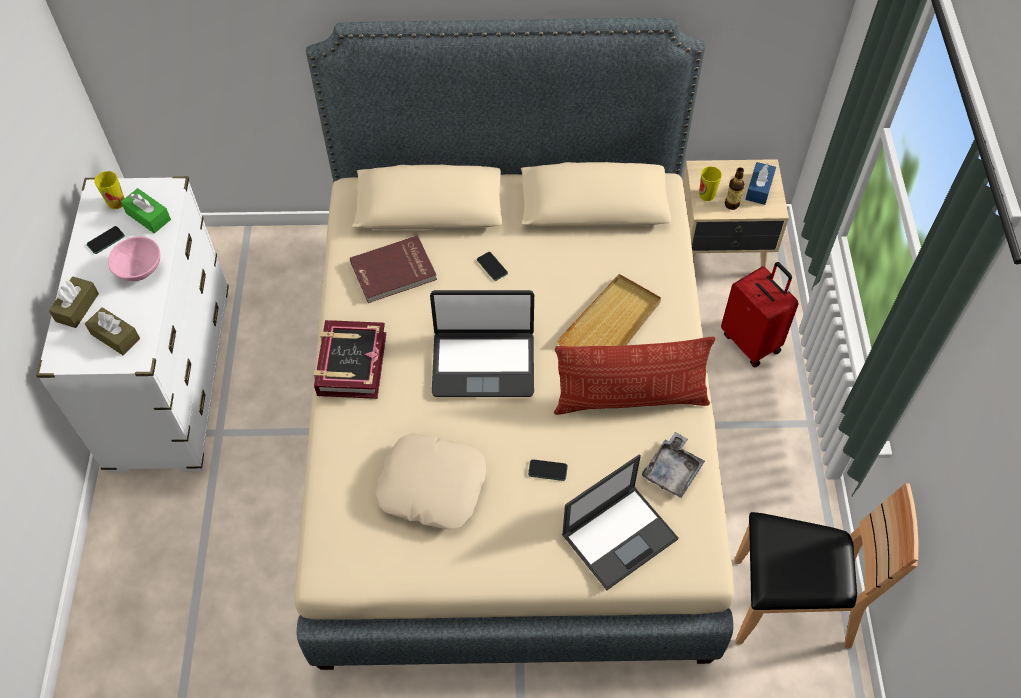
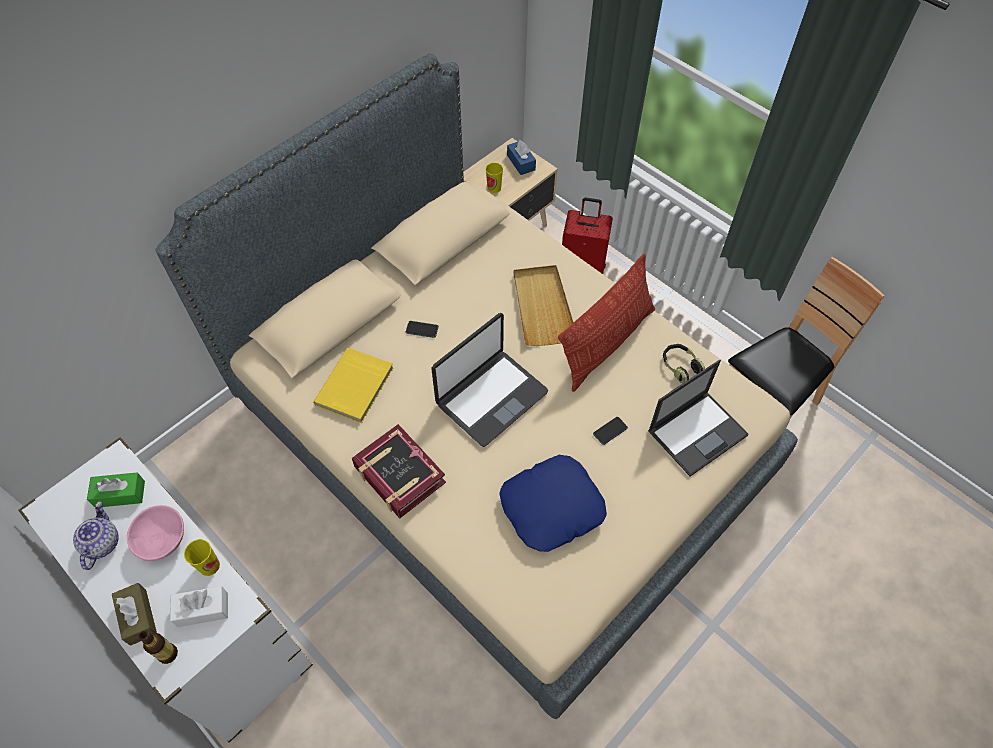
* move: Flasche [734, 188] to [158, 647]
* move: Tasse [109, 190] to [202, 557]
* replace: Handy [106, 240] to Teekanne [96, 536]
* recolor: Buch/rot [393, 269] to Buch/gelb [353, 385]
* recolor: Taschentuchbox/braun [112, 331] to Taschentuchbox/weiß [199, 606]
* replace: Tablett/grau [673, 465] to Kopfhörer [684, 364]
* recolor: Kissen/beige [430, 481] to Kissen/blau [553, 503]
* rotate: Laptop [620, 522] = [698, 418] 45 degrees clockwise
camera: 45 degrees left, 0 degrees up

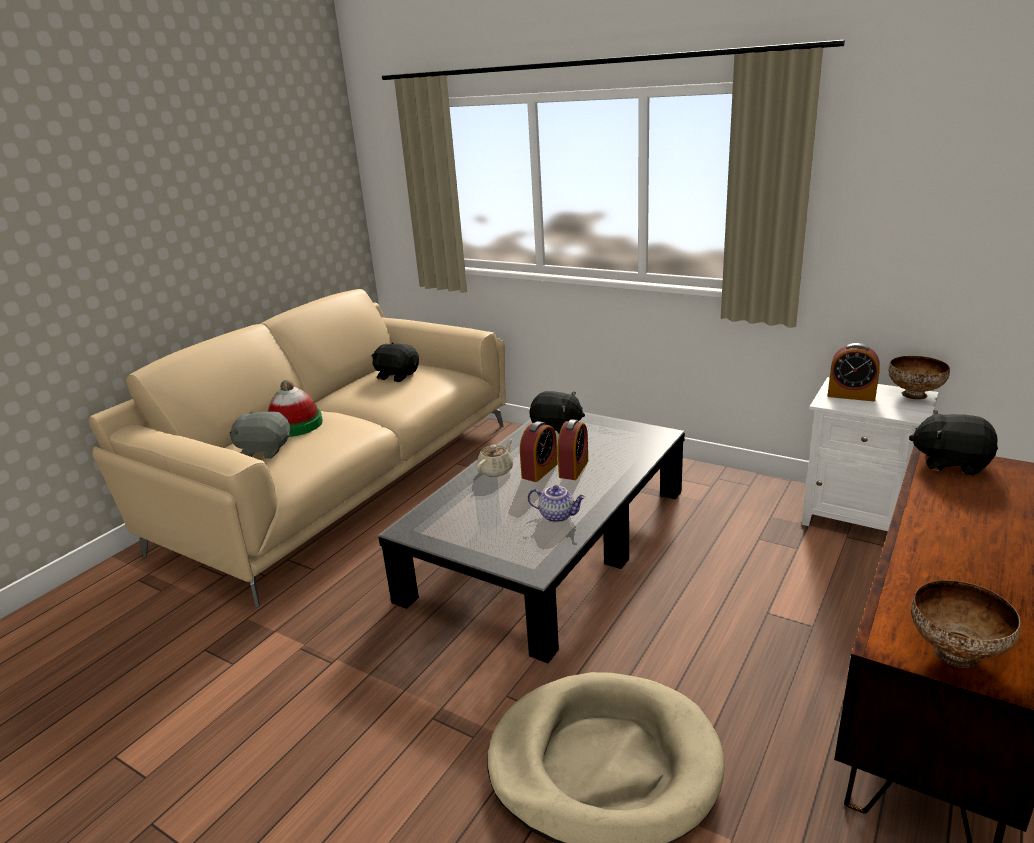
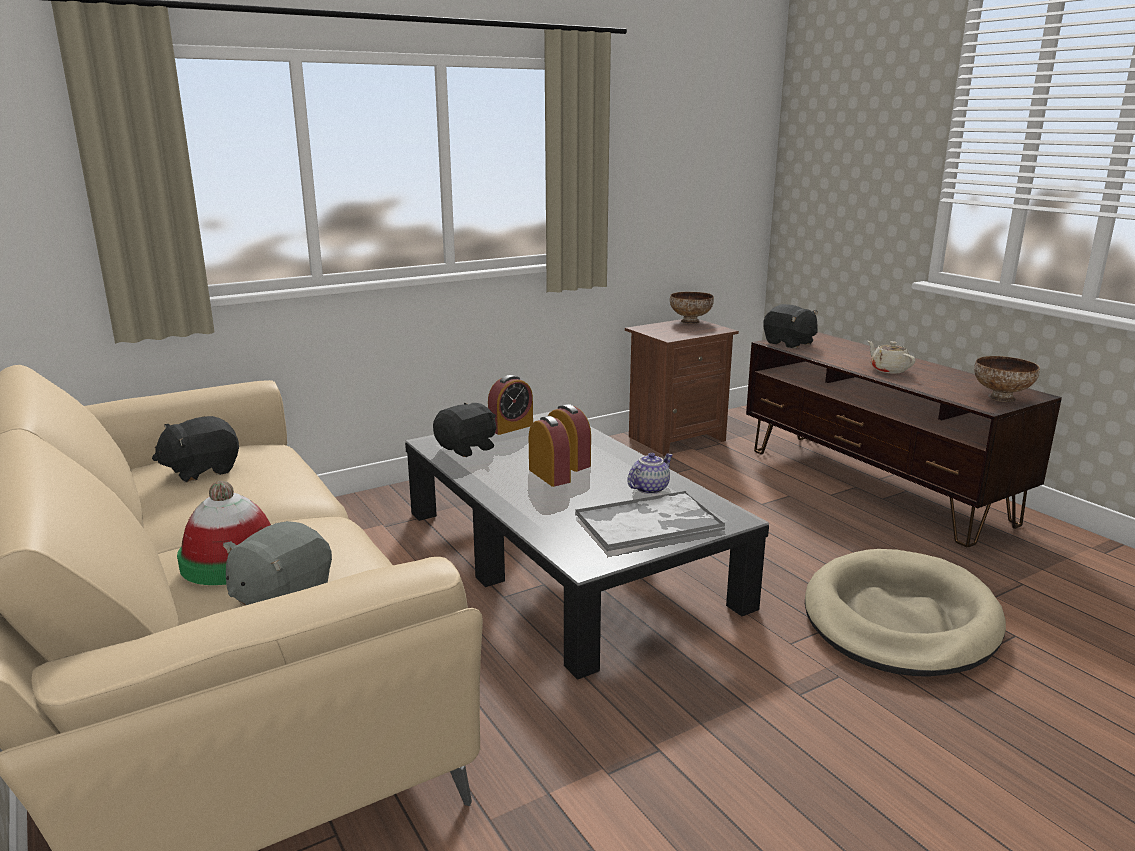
* move: Wecker [853, 372] to [510, 405]
* recolor: Nachttisch/weiß [870, 454] to Nachttisch/braun [682, 387]
* rotate: Plüschtier/schwarz [953, 442] = [790, 326] 90 degrees counterclockwise
* move: Teekanne/beige [495, 458] to [891, 357]
* insert: Tablett [650, 521]
camera: 65 degrees left, 5 degrees down

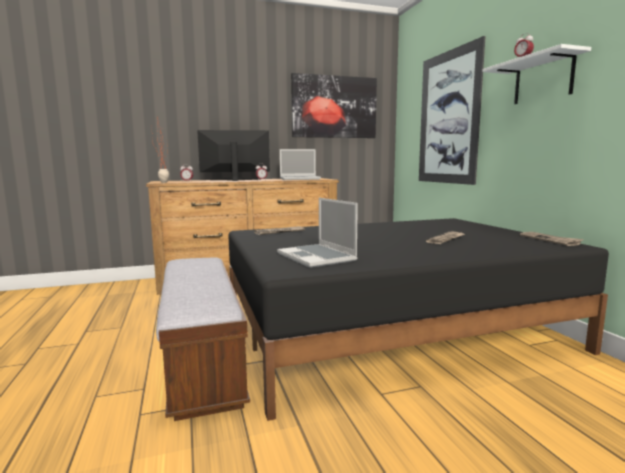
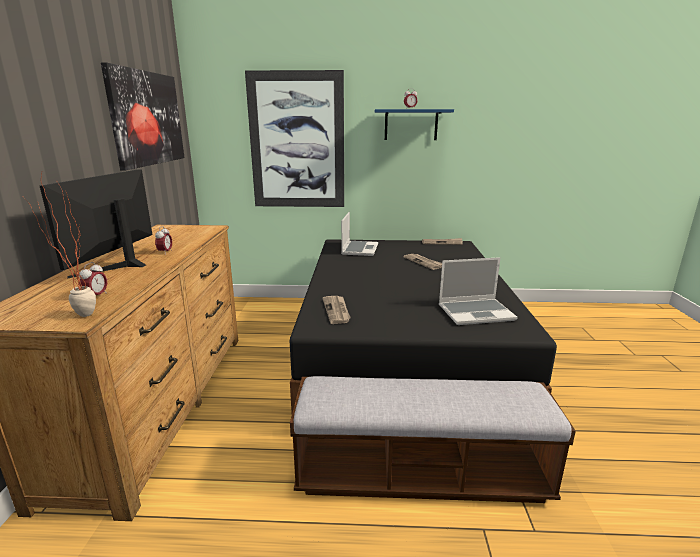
* recolor: Wandregal/weiß [537, 74] to Wandregal/blau [414, 124]
* move: Laptop [300, 164] to [359, 234]
camera: 70 degrees left, 10 degrees up

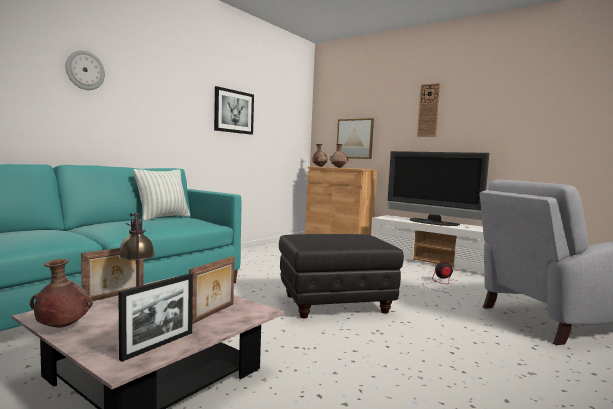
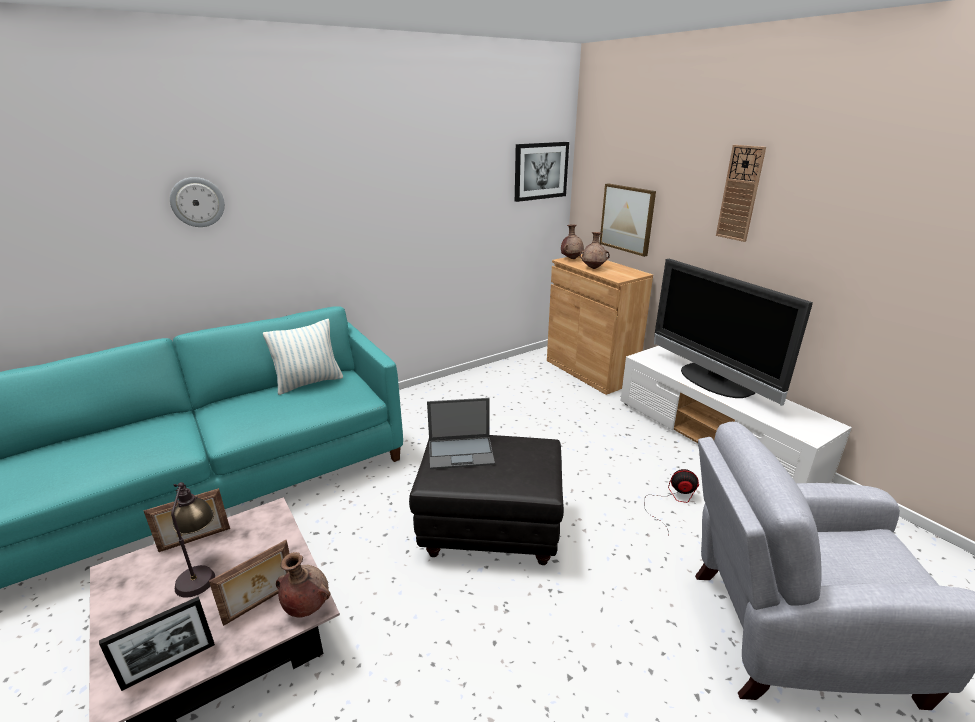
* move: Bild [234, 110] to [542, 172]
* move: Vase/braun [61, 293] to [303, 585]
* insert: Laptop [461, 433]
camera: 20 degrees right, 20 degrees up

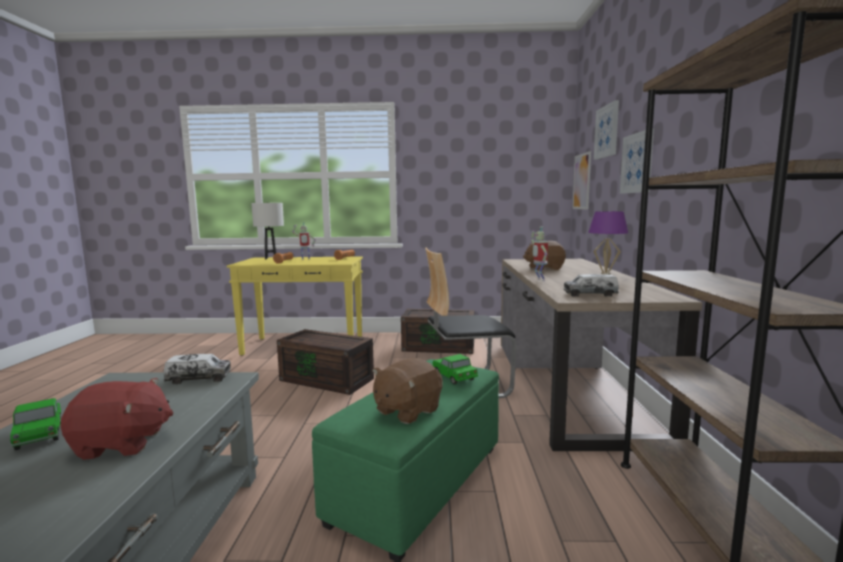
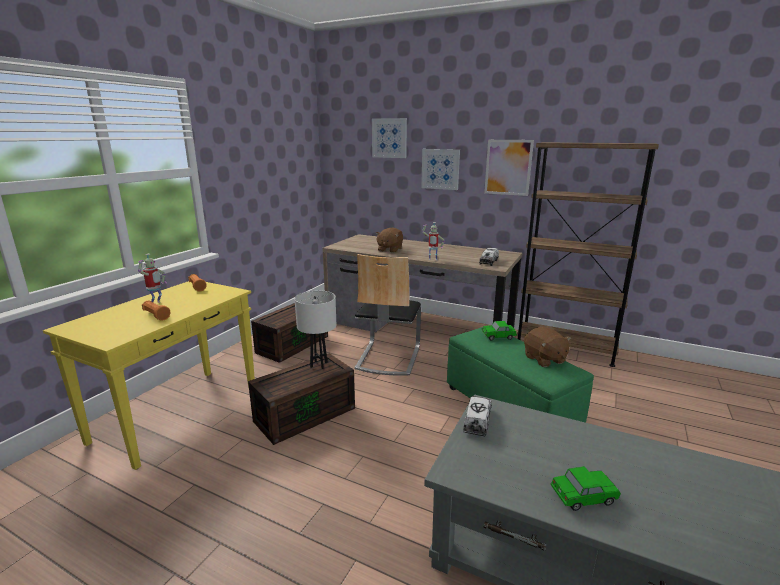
* move: Bild [581, 180] to [509, 168]
* move: Tischlampe/weiß [267, 231] to [315, 329]
* delete: Tischlampe/lila [608, 243]
* delete: Plüschtier/rot [117, 419]
camera: 65 degrees left, 10 degrees up

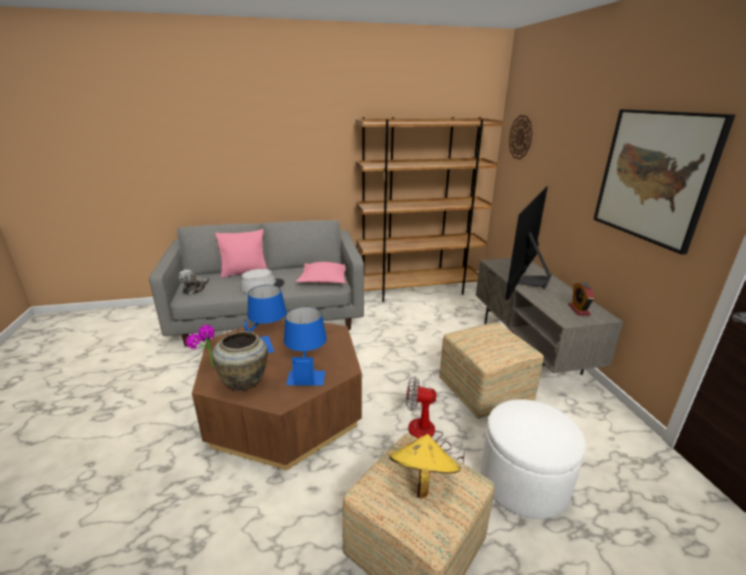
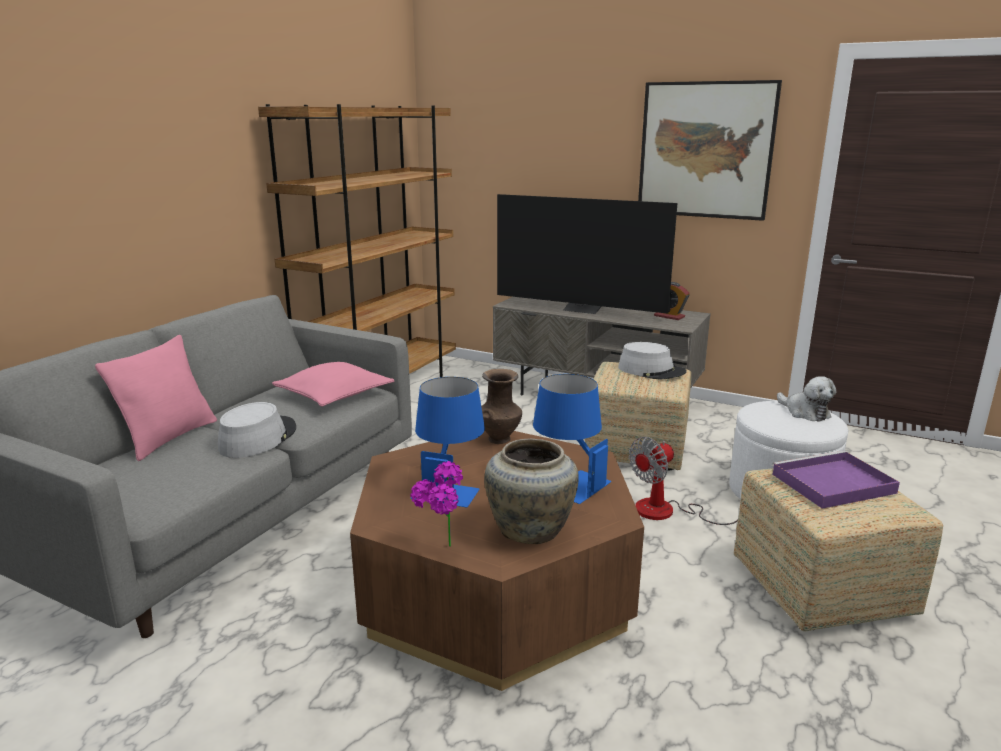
* delete: Wanduhr [521, 137]
* rotate: Fernseher [529, 243] = [587, 254] 45 degrees counterclockwise
* move: Plüschtier [194, 282] to [806, 399]
* replace: Hut/gelb [425, 466] to Tablett/lila [836, 480]
* insert: Hut/grau [652, 361]
* insert: Vase/braun [501, 406]
camera: 50 degrees left, 5 degrees down

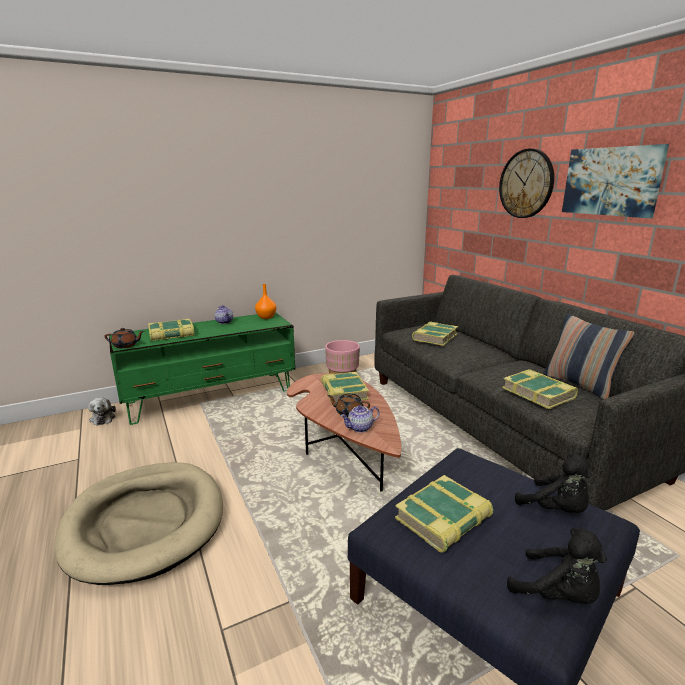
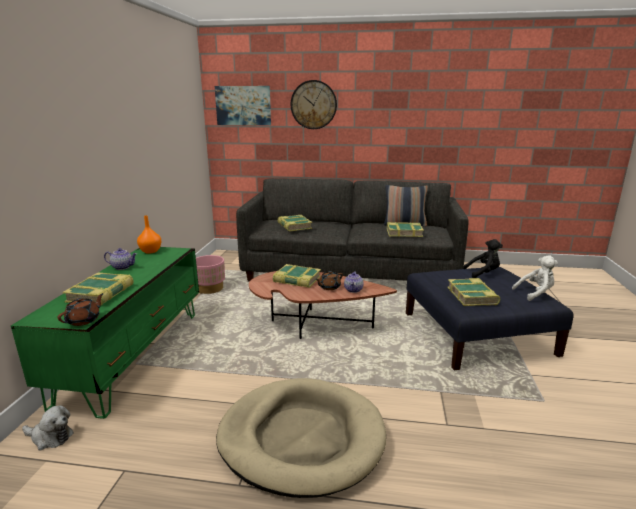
* move: Bild [615, 181] to [243, 105]
* recolor: Plüschtier/schwarz [557, 565] to Plüschtier/weiß [535, 278]
camera: 55 degrees left, 0 degrees up

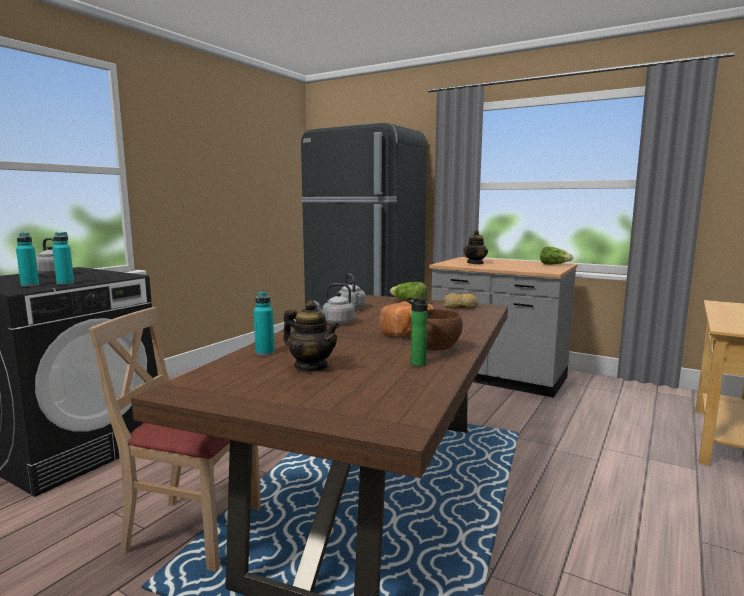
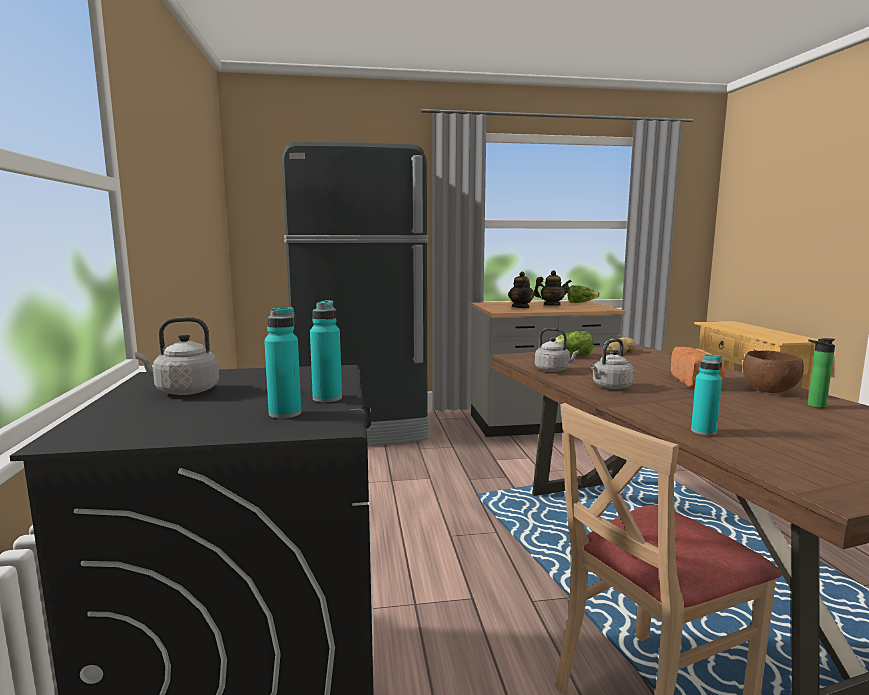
* move: Teekanne [311, 335] to [553, 288]
camera: 40 degrees left, 0 degrees up

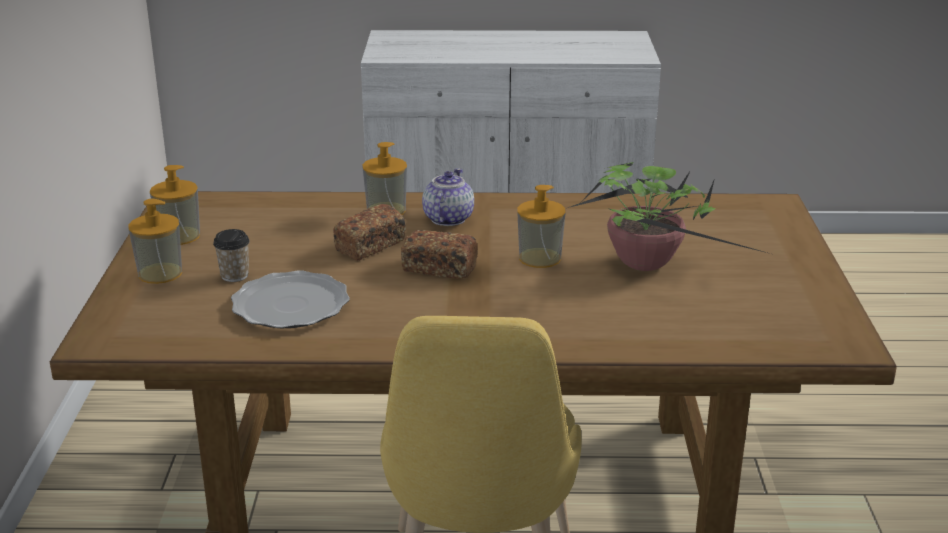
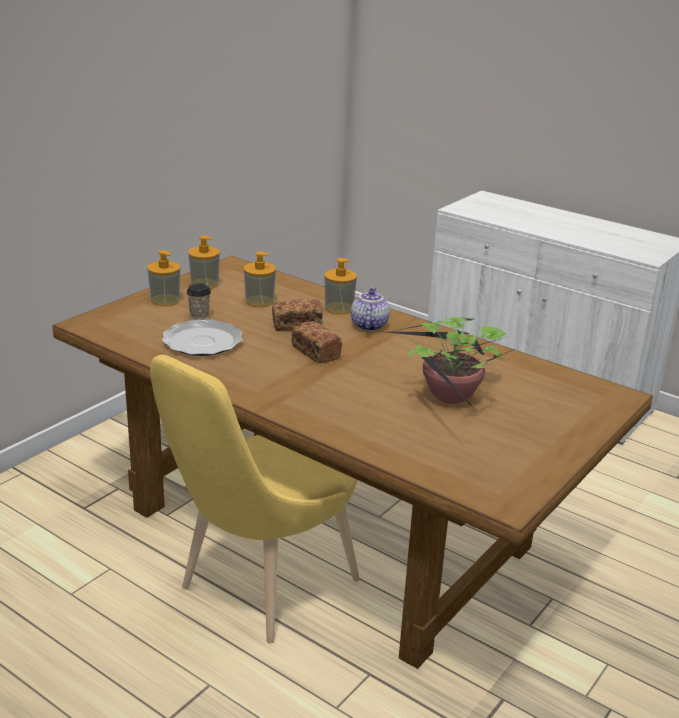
* rotate: Teekanne [448, 197] = [370, 309] 45 degrees counterclockwise
* move: Seifenspender [541, 226] to [260, 279]
camera: 35 degrees right, 0 degrees up

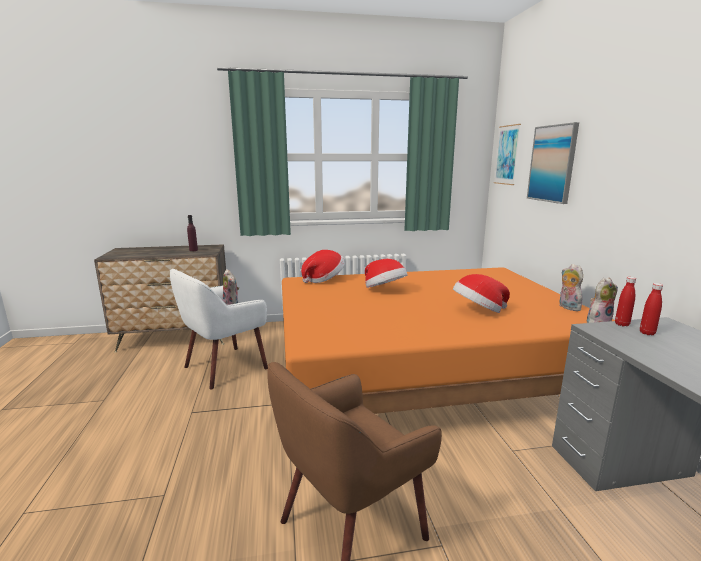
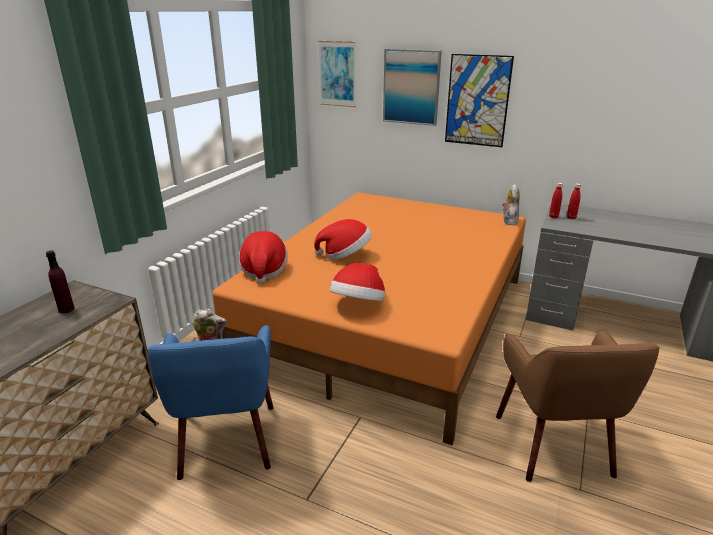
* delete: Plüschtier [571, 287]
* recolor: Sessel/weiß [219, 329] to Sessel/blau [210, 402]
* move: Hut [481, 293] to [357, 282]
* insert: Bild [479, 100]
camera: 55 degrees left, 10 degrees up

